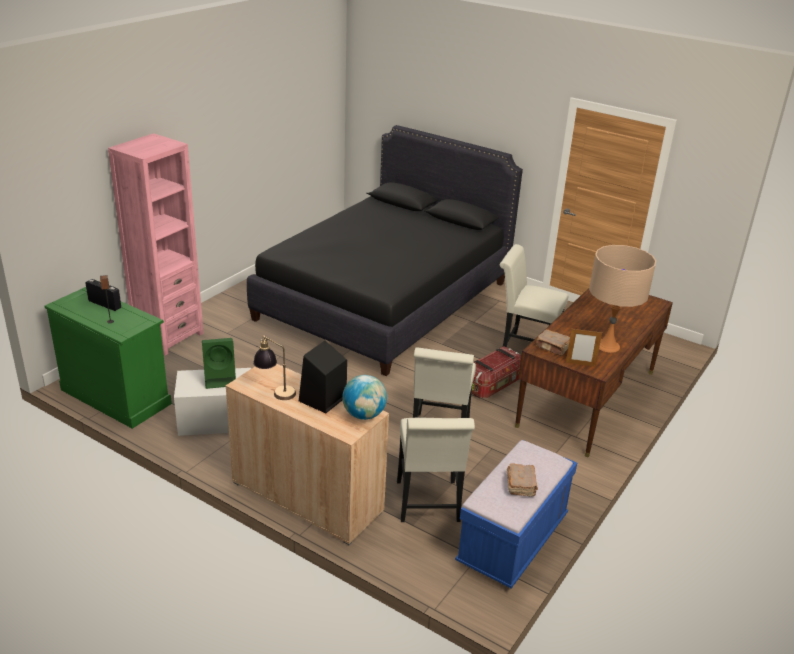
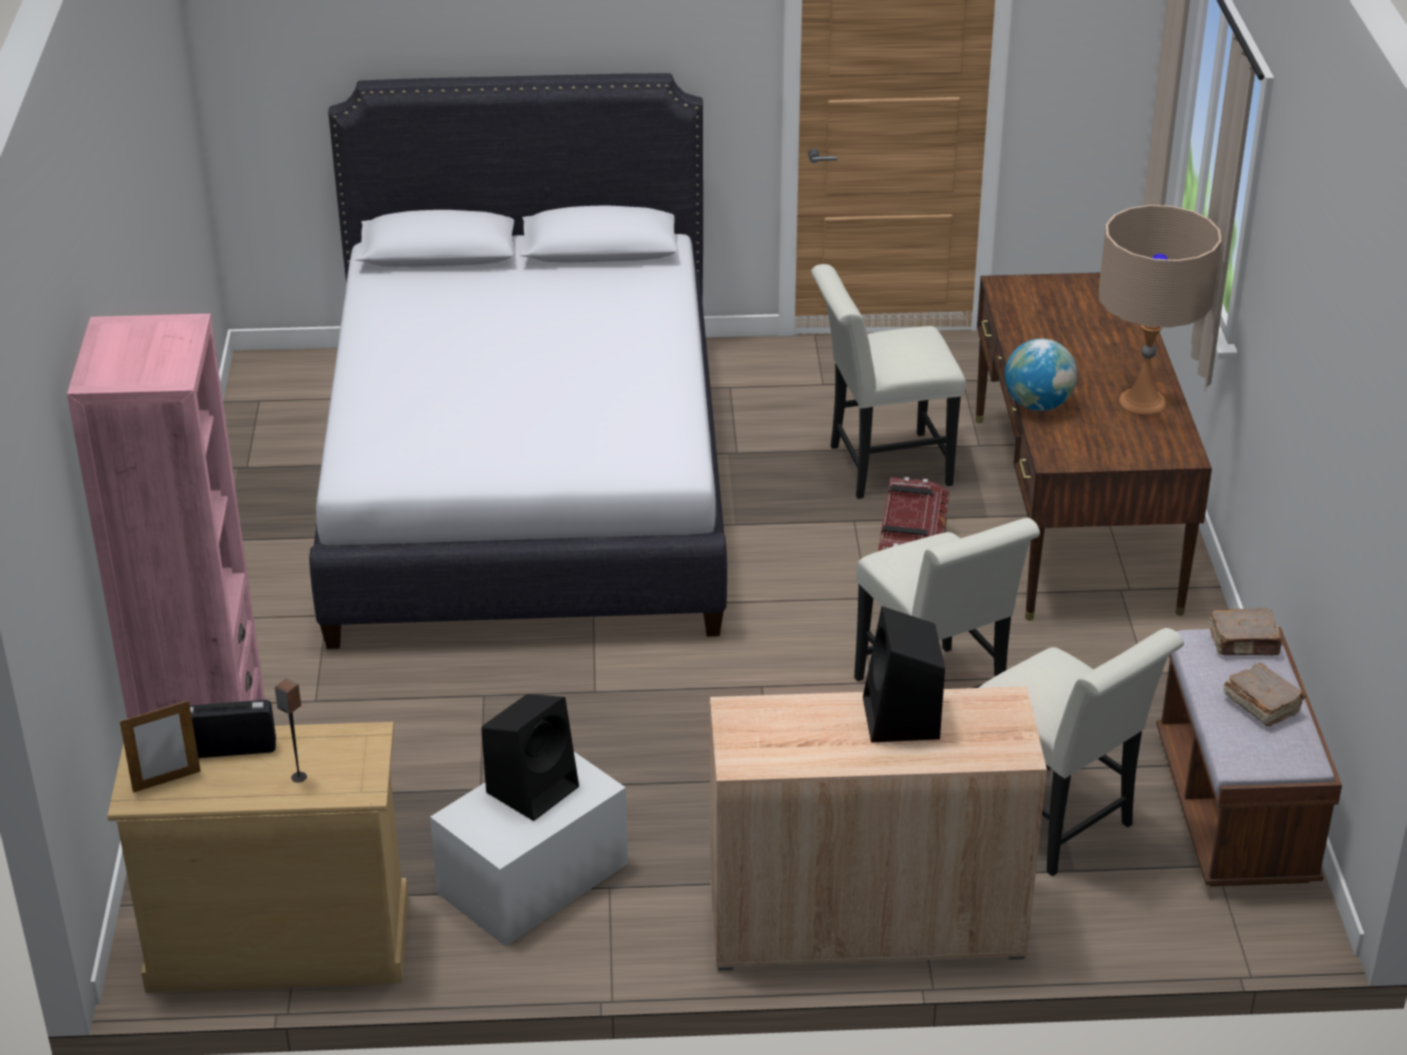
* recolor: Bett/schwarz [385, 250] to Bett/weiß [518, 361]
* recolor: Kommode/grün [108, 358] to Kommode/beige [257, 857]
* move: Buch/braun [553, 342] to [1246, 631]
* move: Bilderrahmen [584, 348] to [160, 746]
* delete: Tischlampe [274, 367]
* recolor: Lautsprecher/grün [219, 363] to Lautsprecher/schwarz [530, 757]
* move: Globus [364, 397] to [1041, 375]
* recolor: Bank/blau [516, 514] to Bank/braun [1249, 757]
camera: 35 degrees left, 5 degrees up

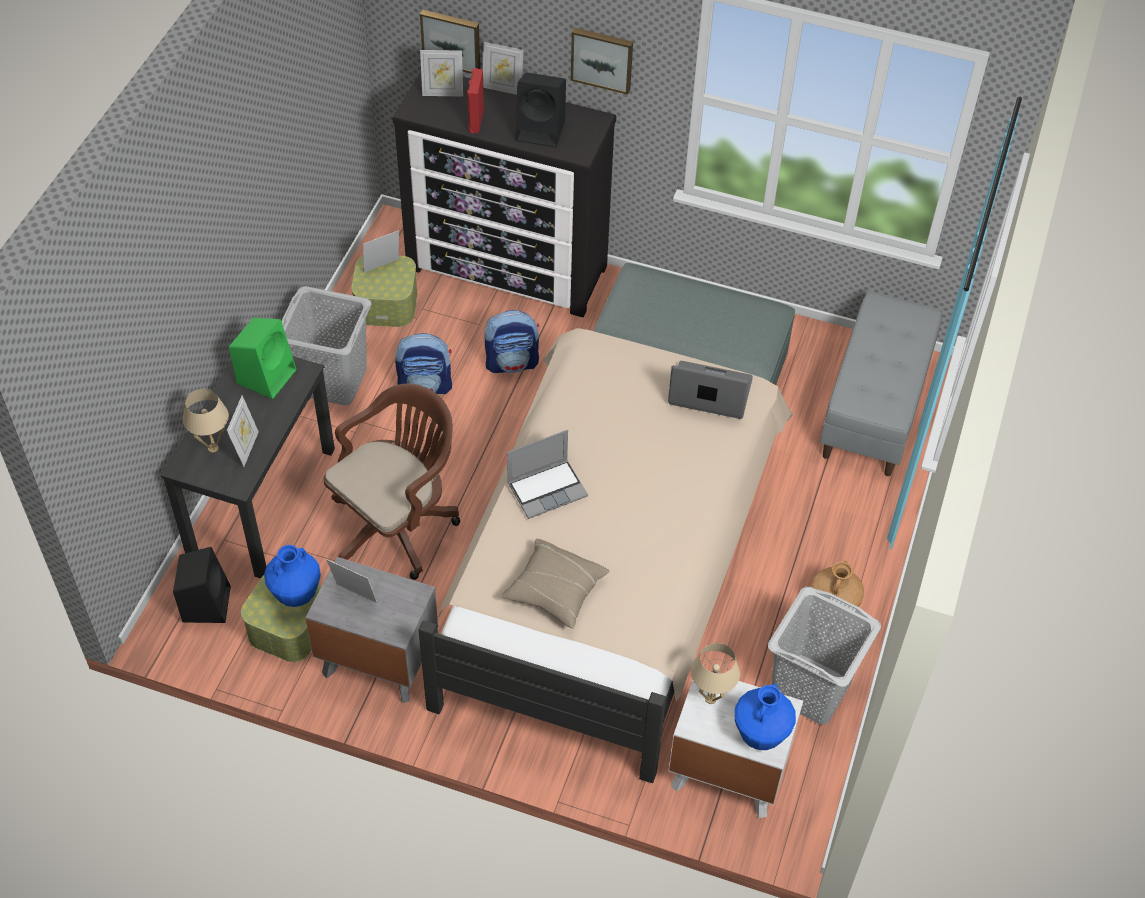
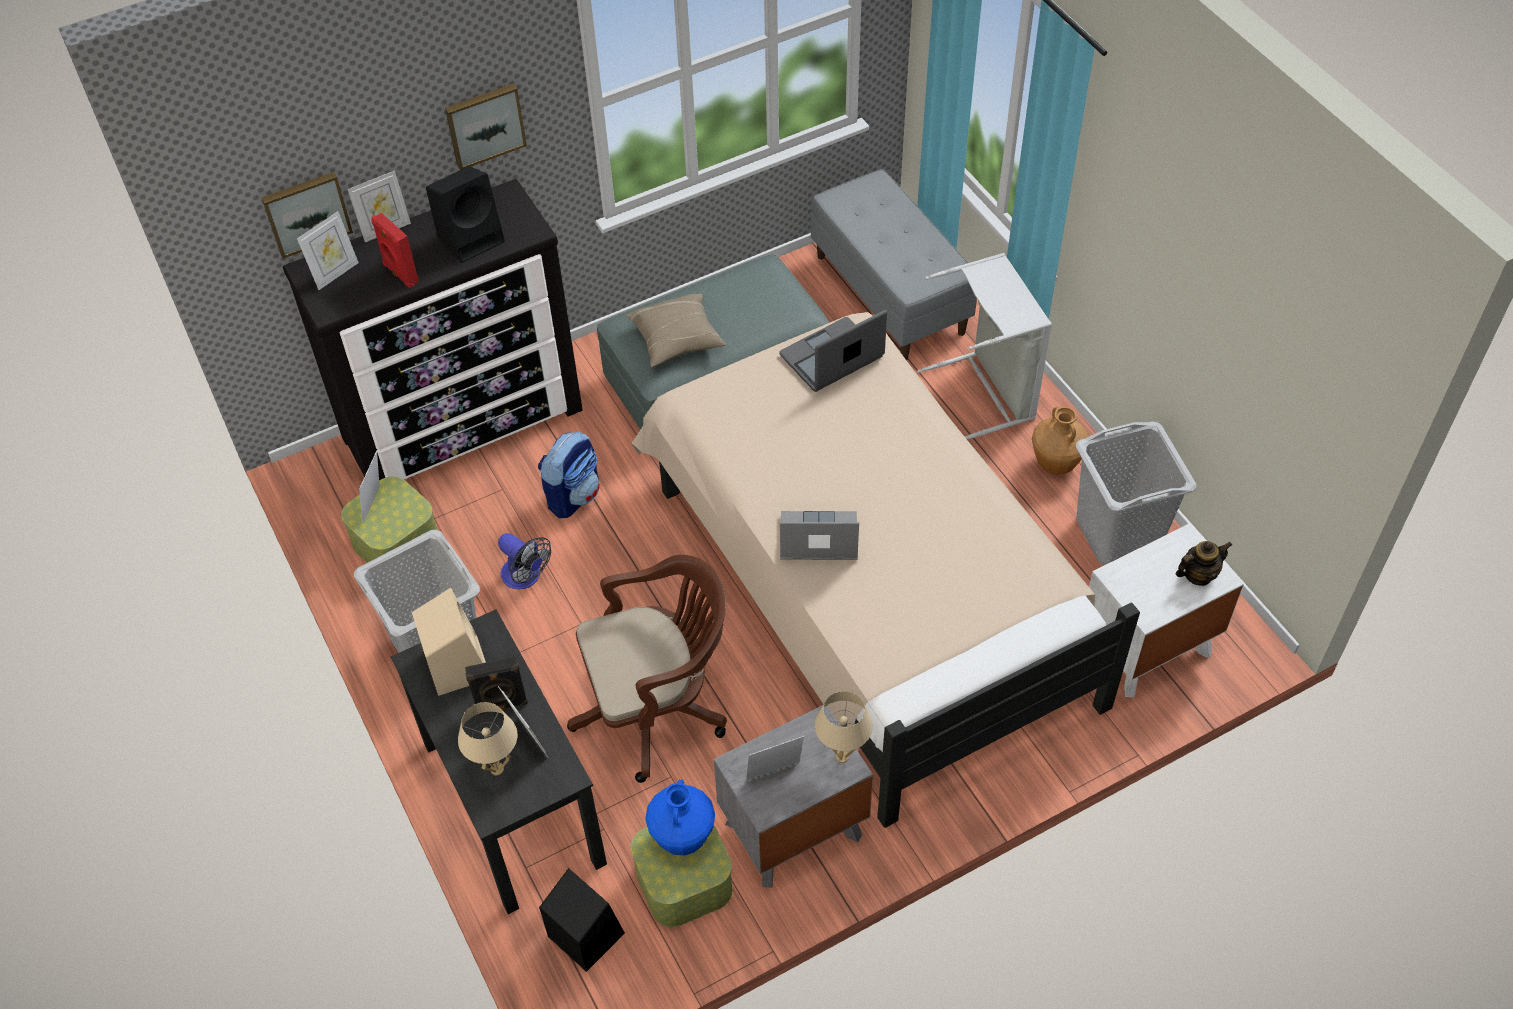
* recolor: Lautsprecher/grün [262, 358] to Lautsprecher/beige [449, 642]
* replace: Rucksack [423, 364] to Ventilator [524, 561]
* rotate: Bürostuhl/braun [391, 481] = [647, 669] 75 degrees clockwise
* rotate: Laptop [547, 474] = [819, 535] 105 degrees counterclockwise
* move: Kissen/beige [555, 584] to [676, 330]
* move: Tischlampe/beige [715, 673] to [844, 727]
* replace: Vase/blau [765, 716] to Teekanne [1204, 563]
* insert: Wäschekorb/grau [984, 346]
* insert: Lautsprecher/schwarz [496, 685]
camera: 45 degrees left, 0 degrees up

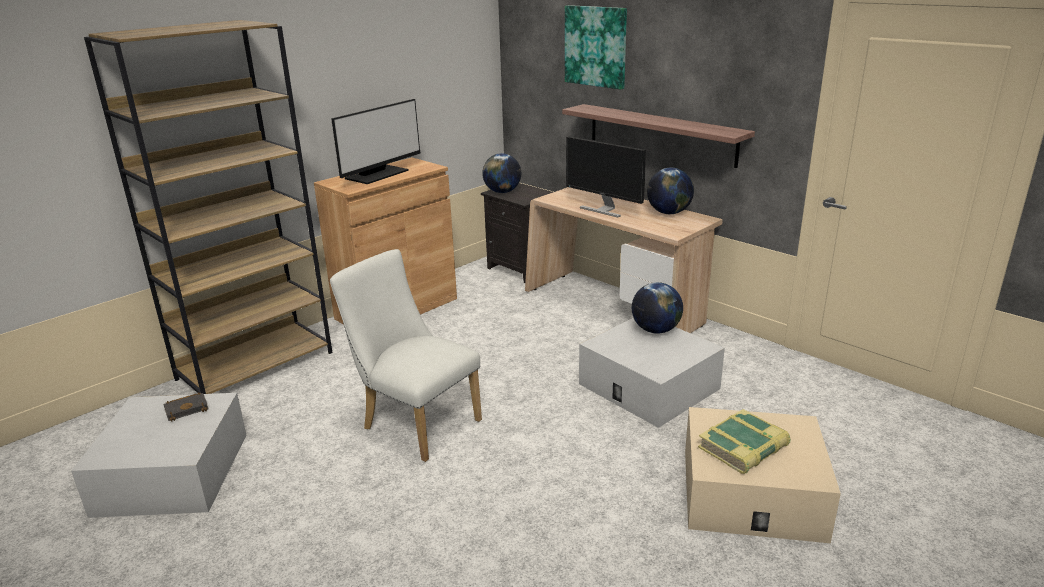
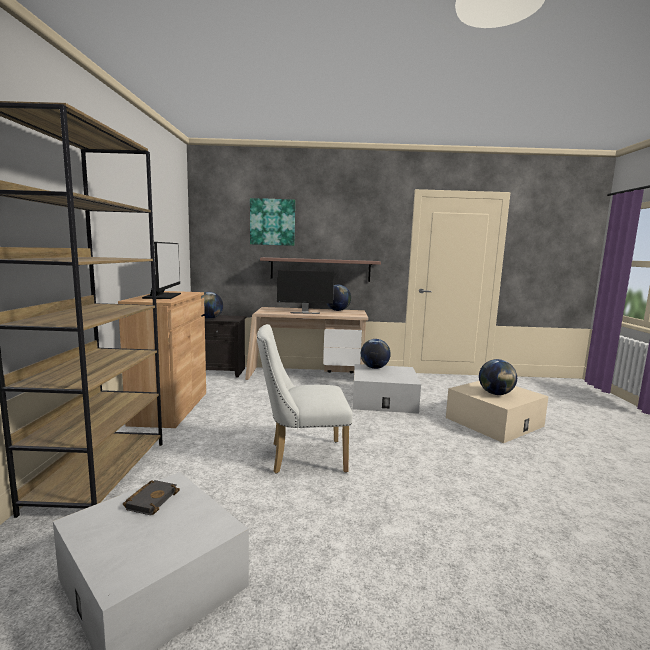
* replace: Buch [744, 441] to Globus [498, 377]
camera: 45 degrees left, 15 degrees down

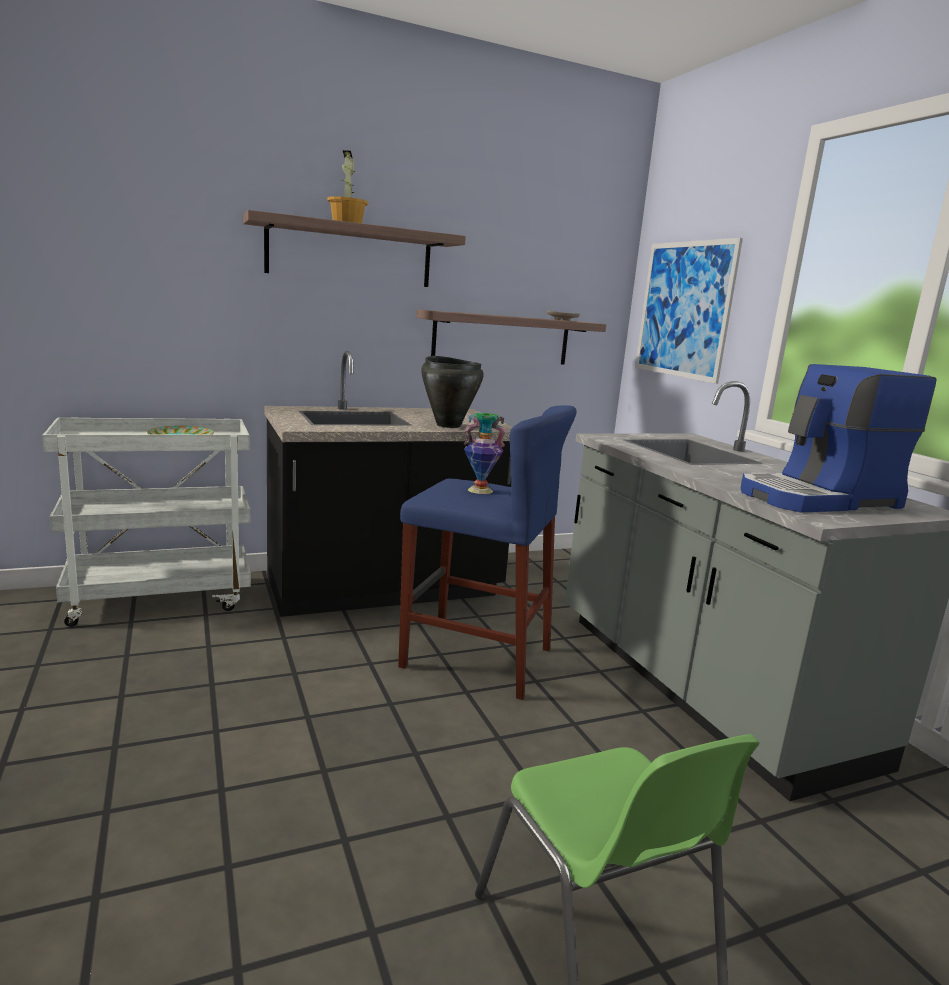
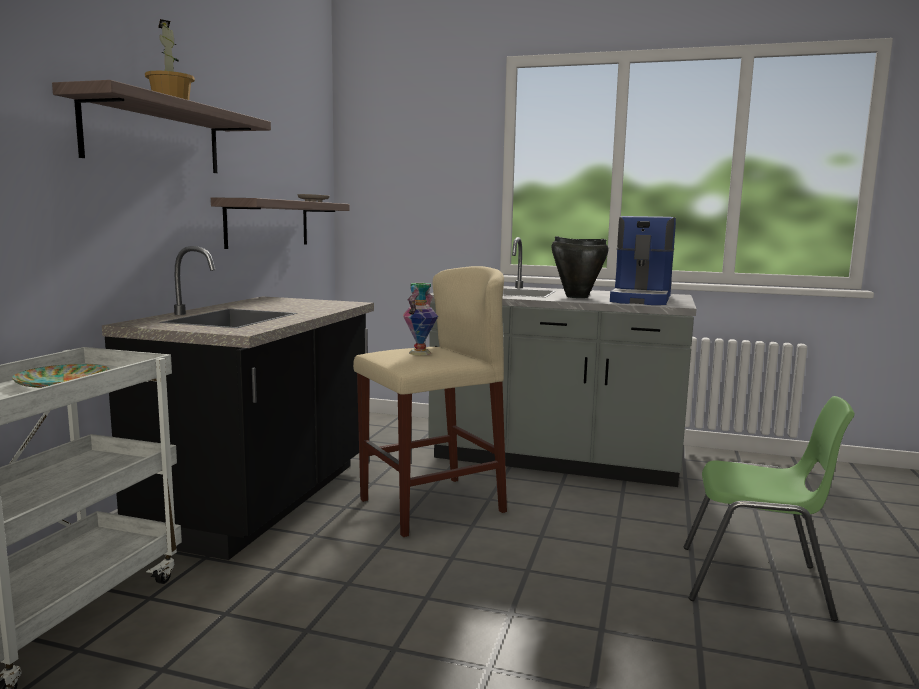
* delete: Bild [689, 311]
* move: Kochtopf/schwarz [452, 392] to [580, 267]
* recolor: Hocker/blau [487, 552] to Hocker/beige [430, 401]
camera: 50 degrees left, 5 degrees down

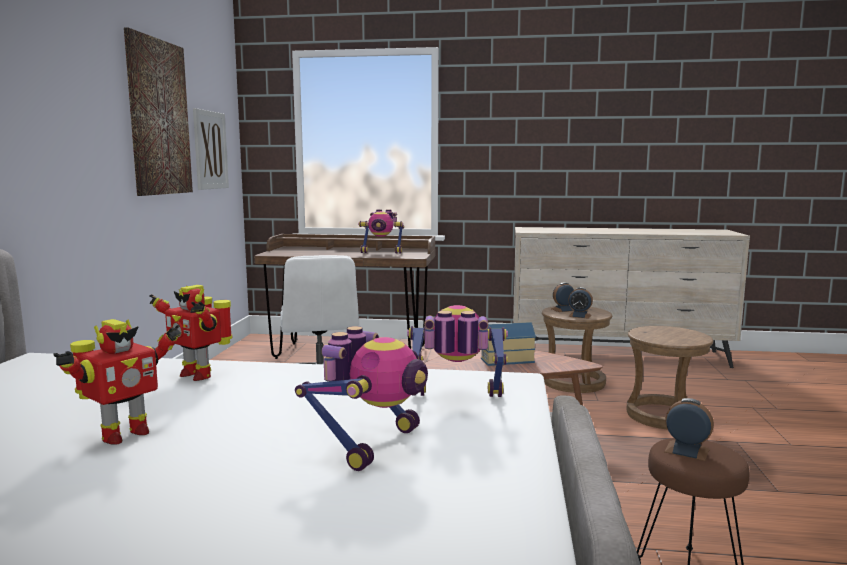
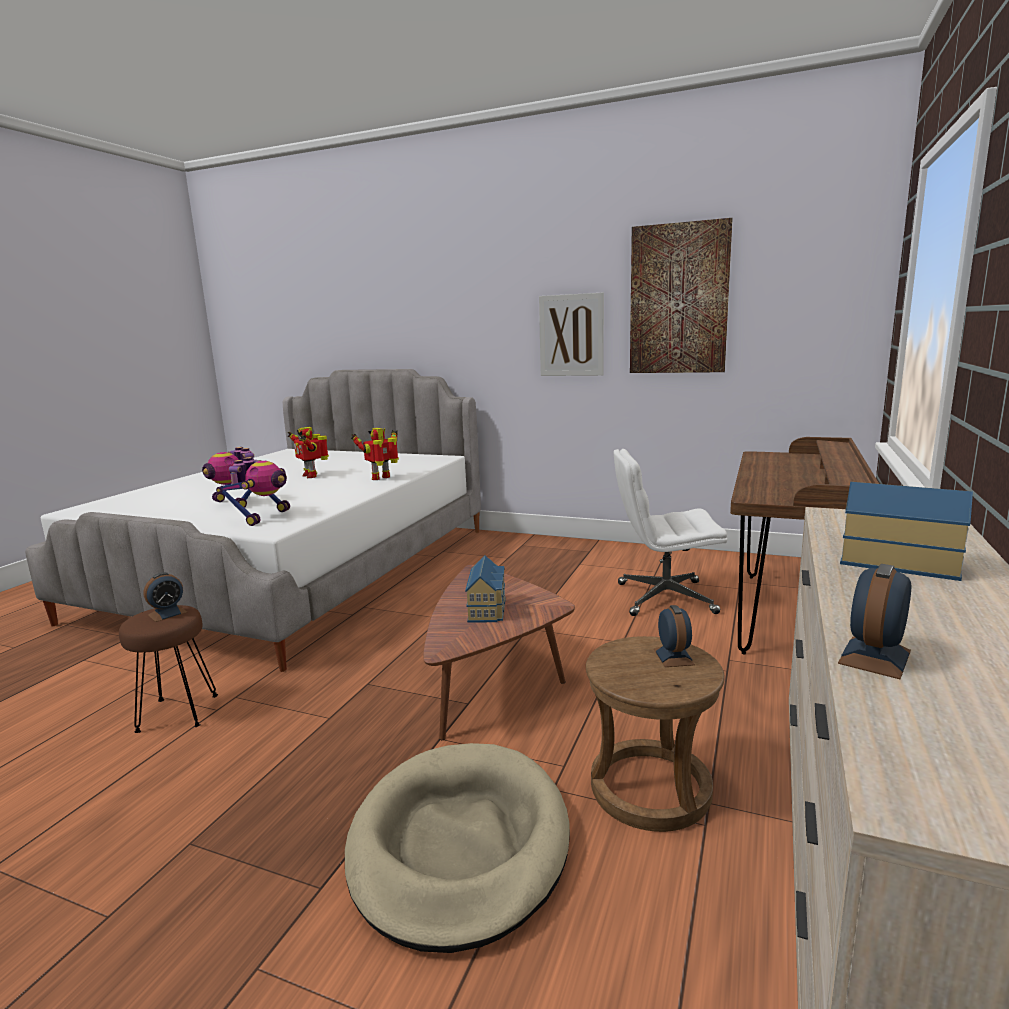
* move: Bild [211, 149] to [571, 334]
* delete: Spielzeugroboter [381, 231]
* move: Wecker [580, 303] to [874, 621]
* replace: Hocker/braun [669, 378] to Hundebett/beige [457, 848]
* insert: Spielzeughaus [906, 531]
camera: 105 degrees right, 5 degrees up

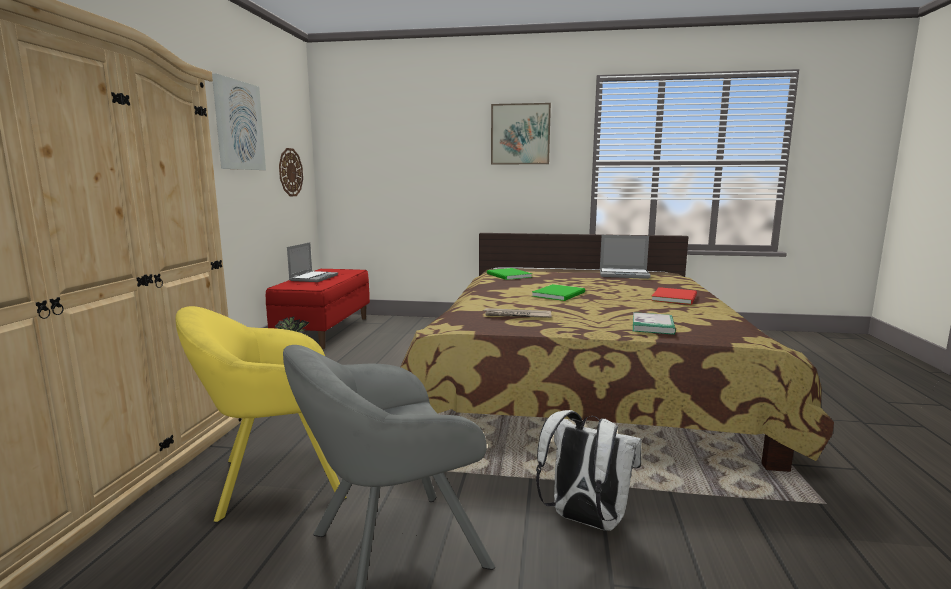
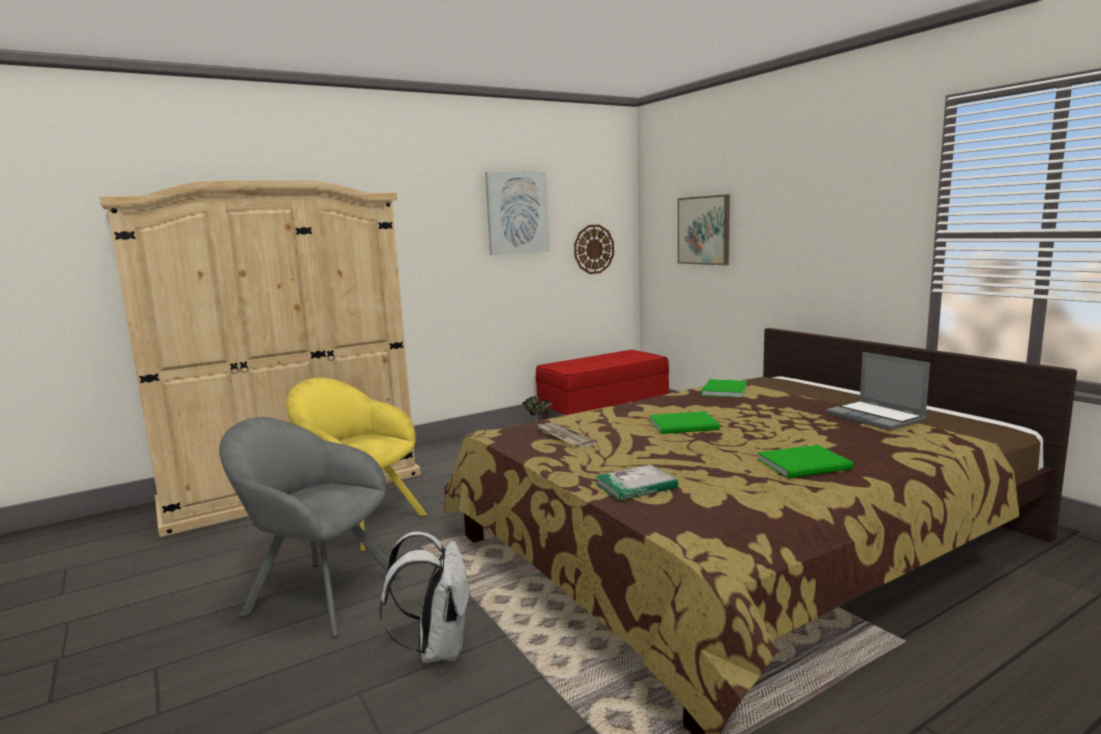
* move: Bild [521, 133] to [704, 230]
* delete: Laptop [312, 262]
* recolor: Buch/rot [674, 296] to Buch/grün [805, 461]
camera: 50 degrees right, 0 degrees up

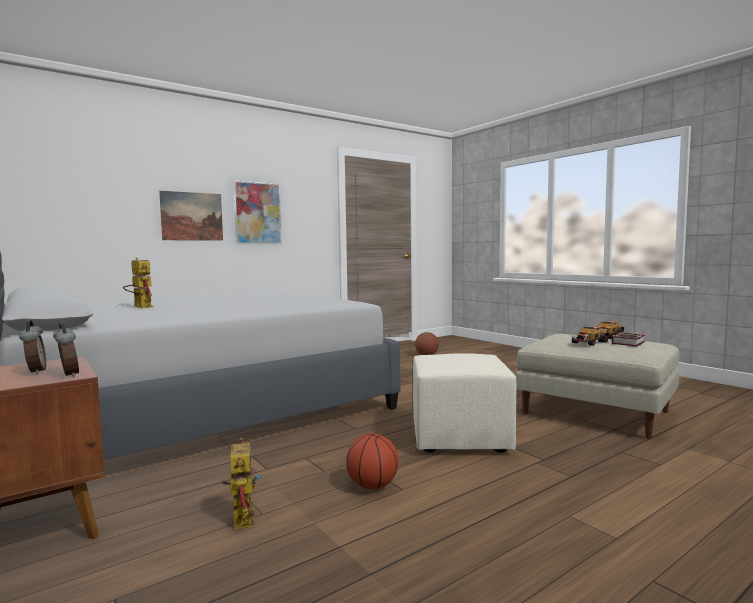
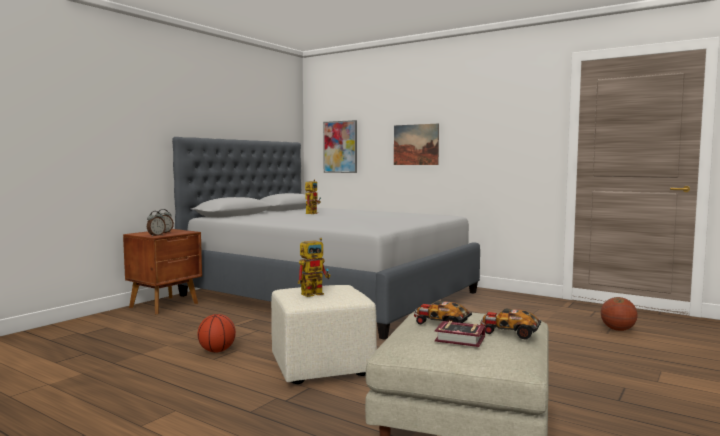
* move: Bild [257, 212] to [340, 146]
* move: Spielzeugroboter [240, 483] to [314, 267]
camera: 70 degrees right, 0 degrees up

